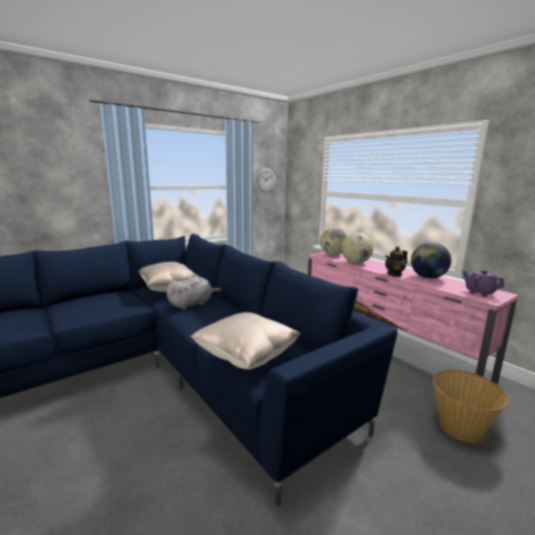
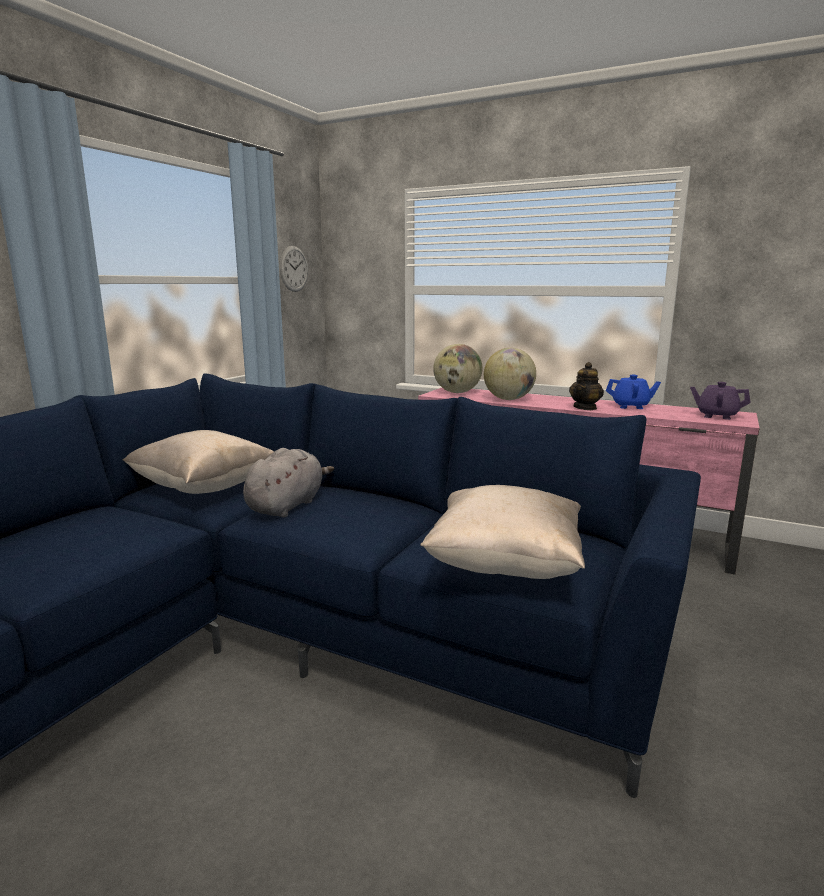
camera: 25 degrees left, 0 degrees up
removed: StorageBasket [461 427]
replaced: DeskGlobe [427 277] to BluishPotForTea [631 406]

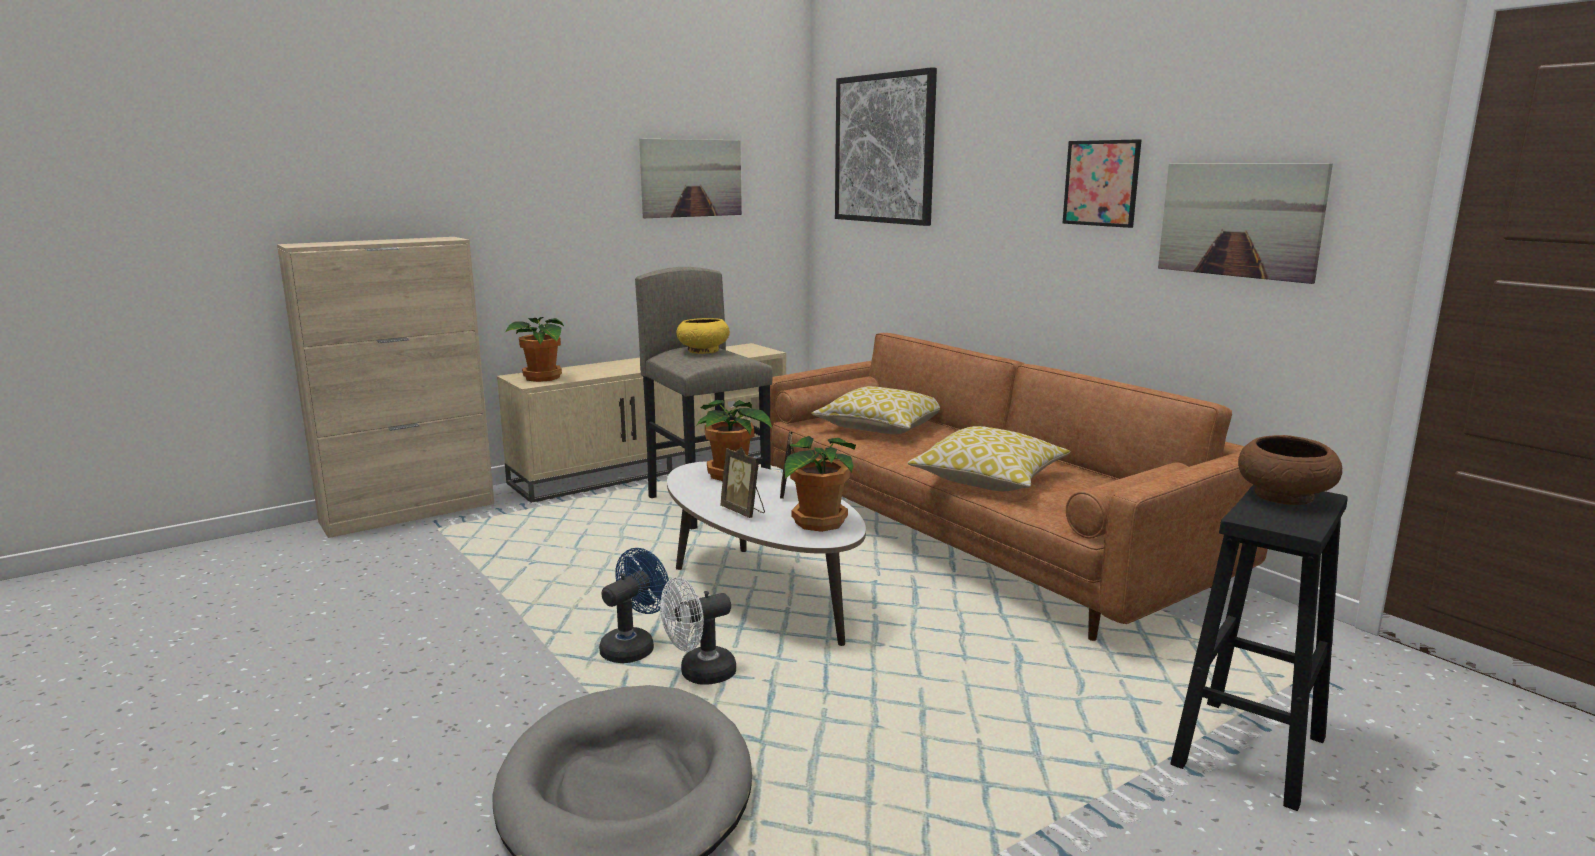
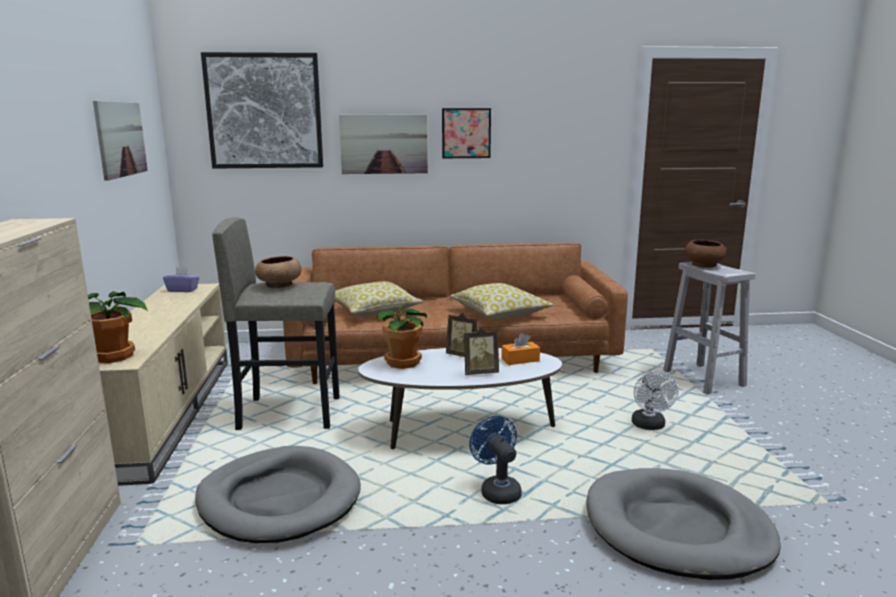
camera: 60 degrees left, 0 degrees up
added: PurpleColouredTissueBox [183 290]; GreyishDogCushion [279 499]
moved: WhiteColouredFan [699 674] to [649 426]; WallPicture [1239 220] to [384 144]
replaced: PlantInAPot [817 522] to OrangeTissueBox [520 360]
recoloured: YellowColouredDeepDish [703 351] to BrownDeepDish [279 285]; BlackSittingStool [1249 753] to WhiteColouredSittingStool [704 379]

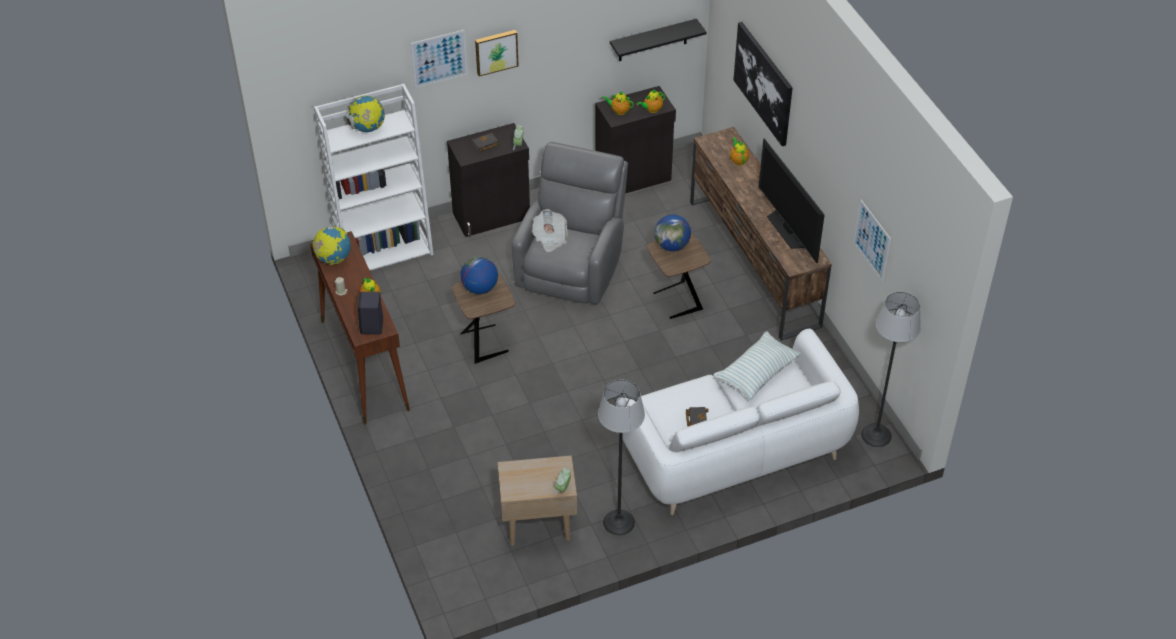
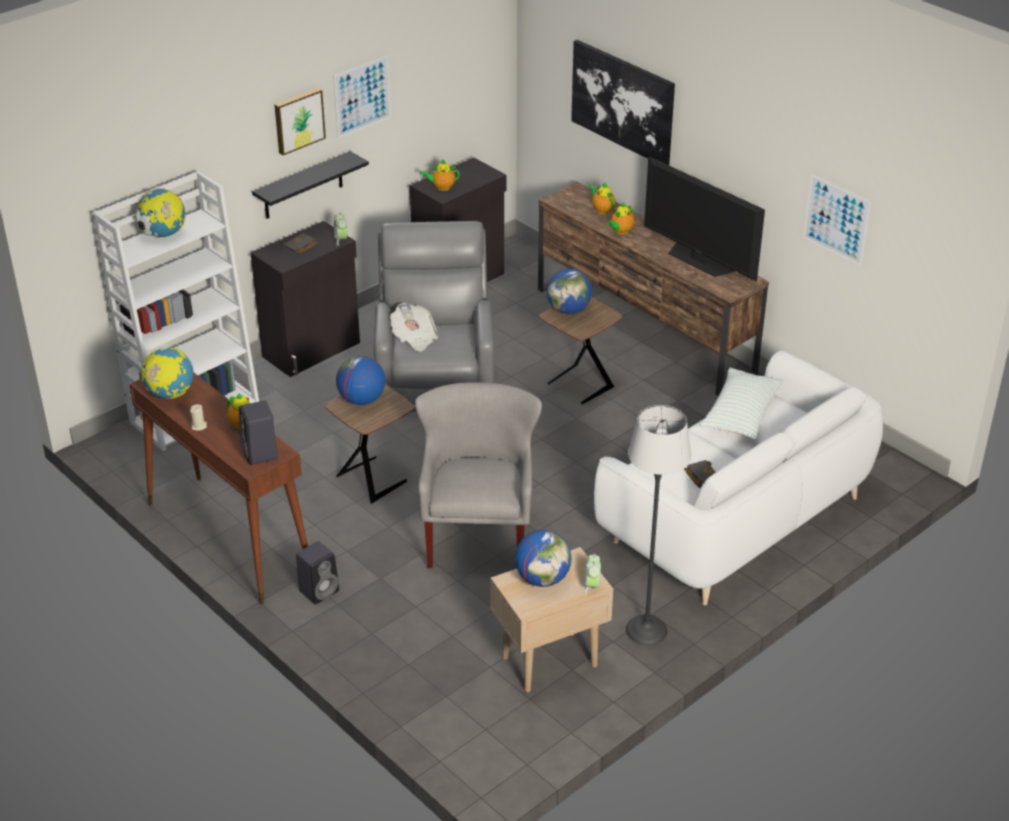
camera: 20 degrees left, 10 degrees down
removed: StandingLamp [876 435]
added: BlackSpeaker [319 590]; GreyishEasyChair [478 538]; DeskGlobe [543 578]
moved: WallPicture [439 58] to [362 96]; BlackBracketShelf [653 40] to [303 186]; PotForTea [652 109] to [620 231]

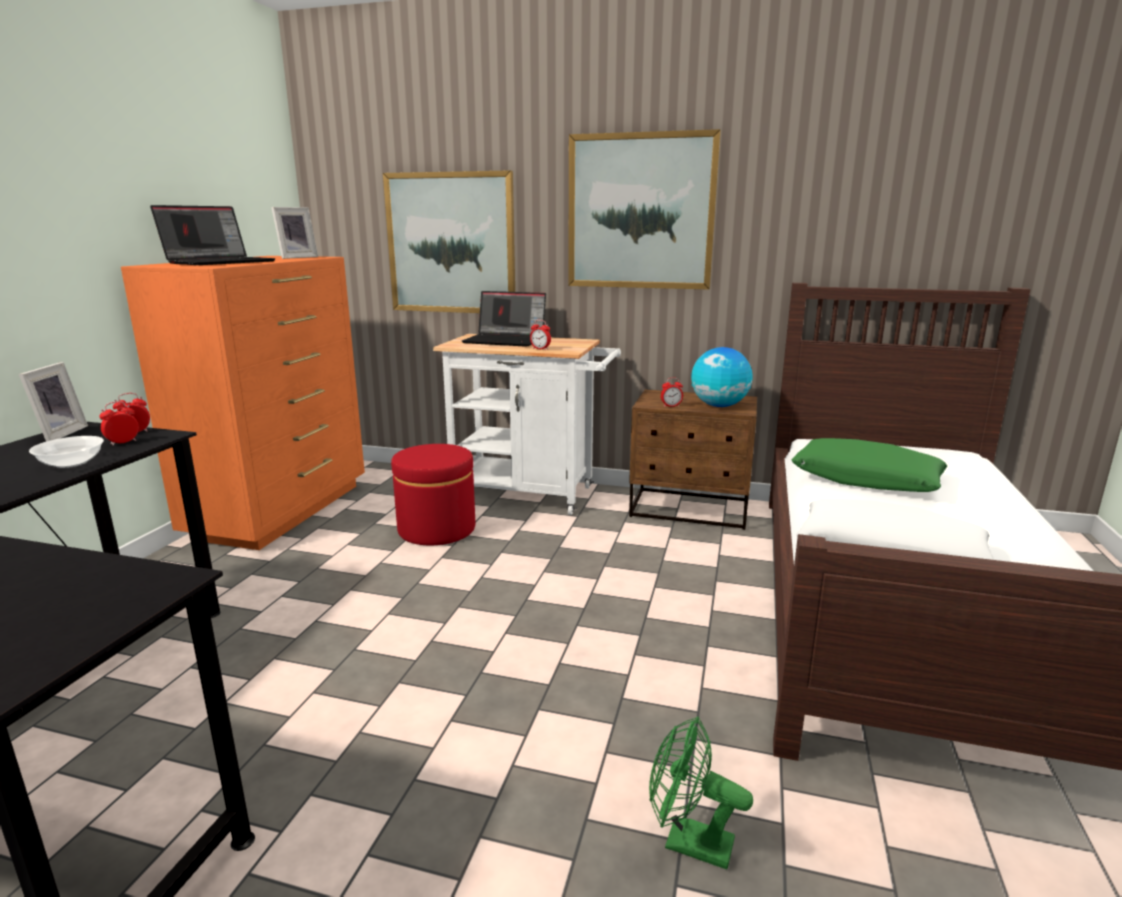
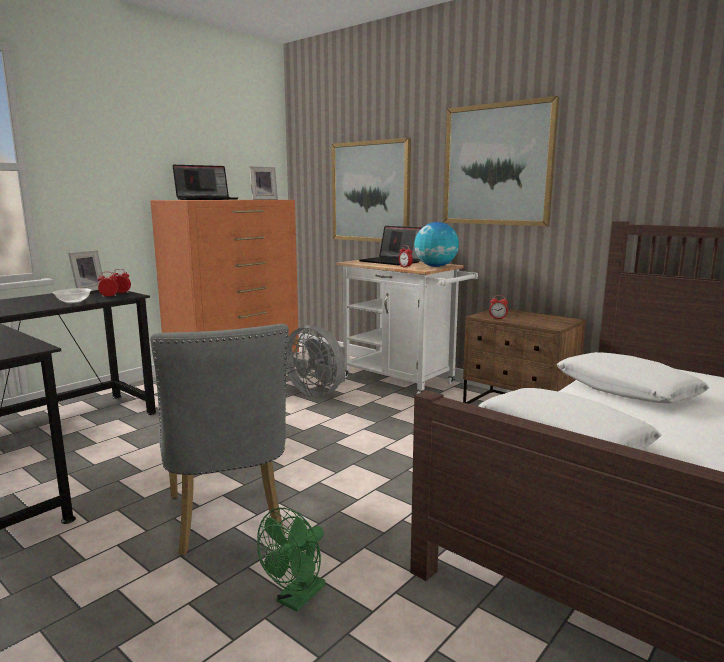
camera: 25 degrees right, 5 degrees down
added: GreyishUprightChair [227 521]
moved: DeskGlobe [719 406] to [435 266]
replaced: ReddishPouffe [436 529] to GreyishFan [318 392]
recoloured: GreenColouredThrowPillow [866 479] to WhiteColouredThrowPillow [626 390]
turned: GreenColouredFan [688 842] = [296 599] 105 degrees counterclockwise

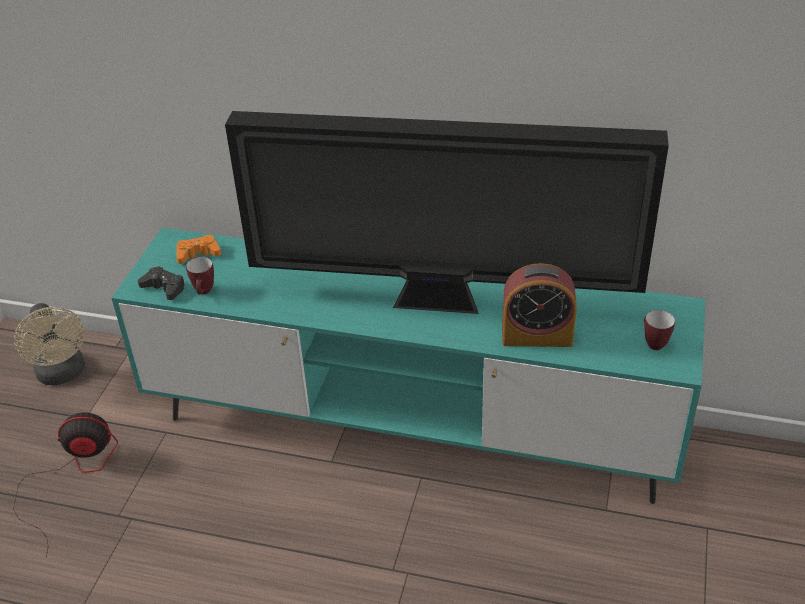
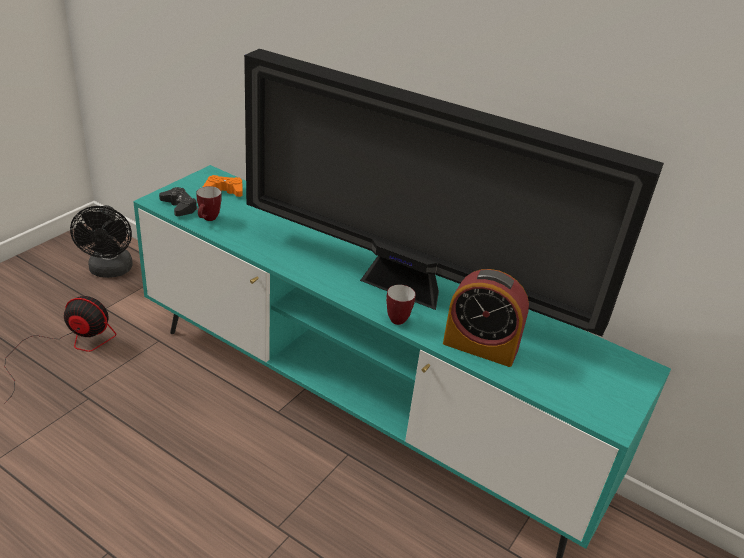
camera: 15 degrees right, 5 degrees down
moved: TeaMug [652 343] to [396 317]
recoloured: SandColouredFan [63 374] to BlackFan [110 271]

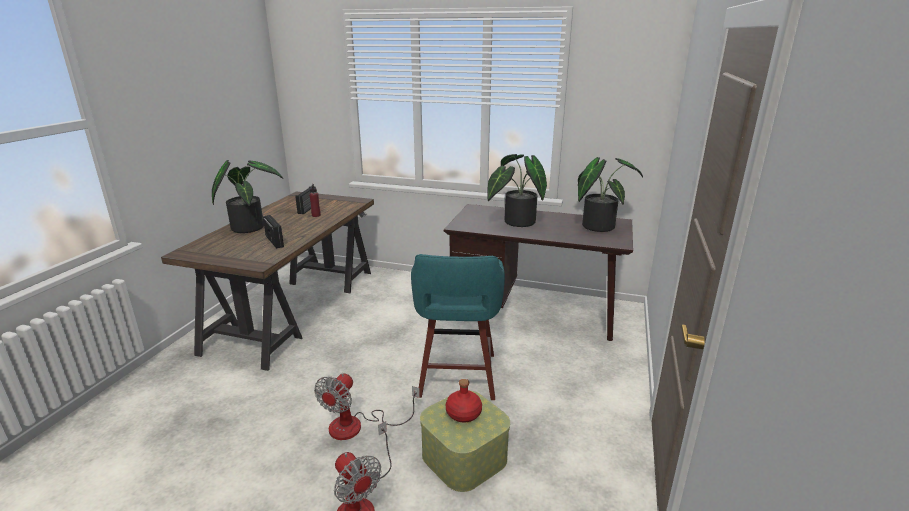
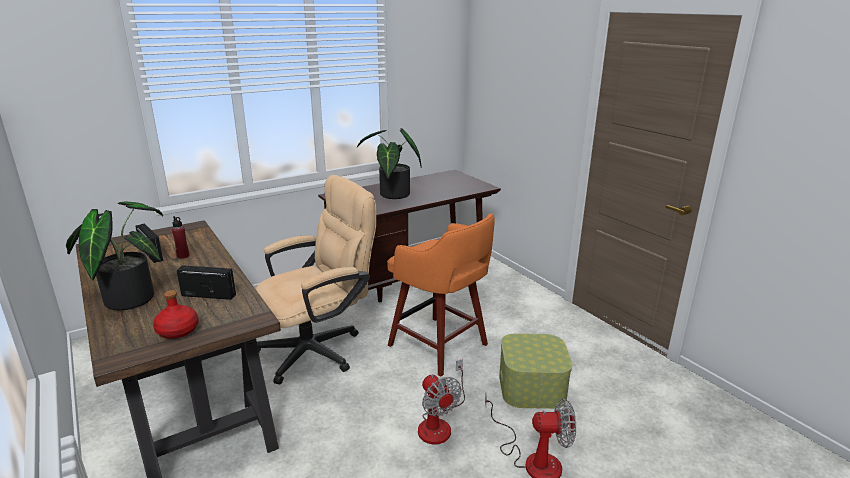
camera: 50 degrees left, 0 degrees up
removed: PlantInAPot [598 225]
added: SandColouredComputerChair [319 348]
moved: ReddishDrinkBottle [464 413] to [178 330]
recoloured: TurquoiseSittingStool [457 377] to OrangeSittingStool [440 346]

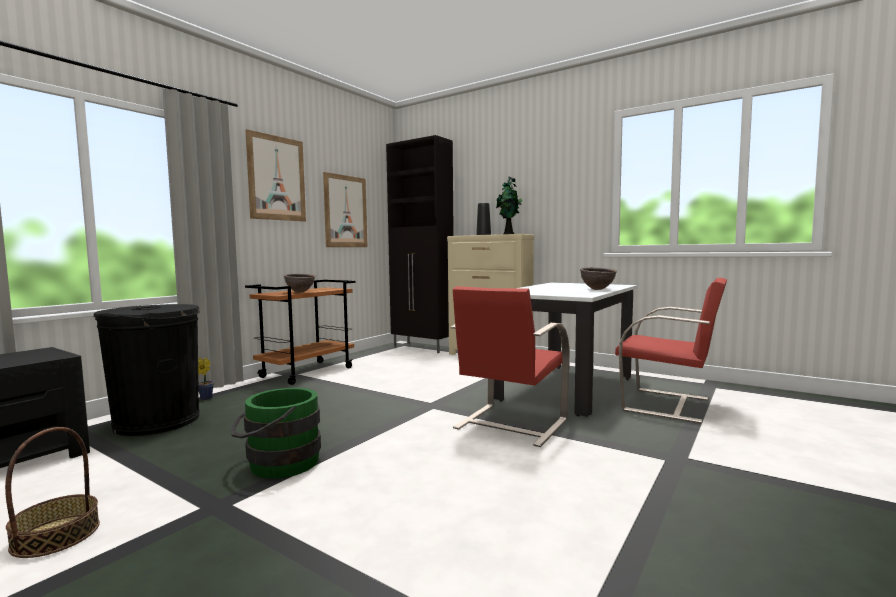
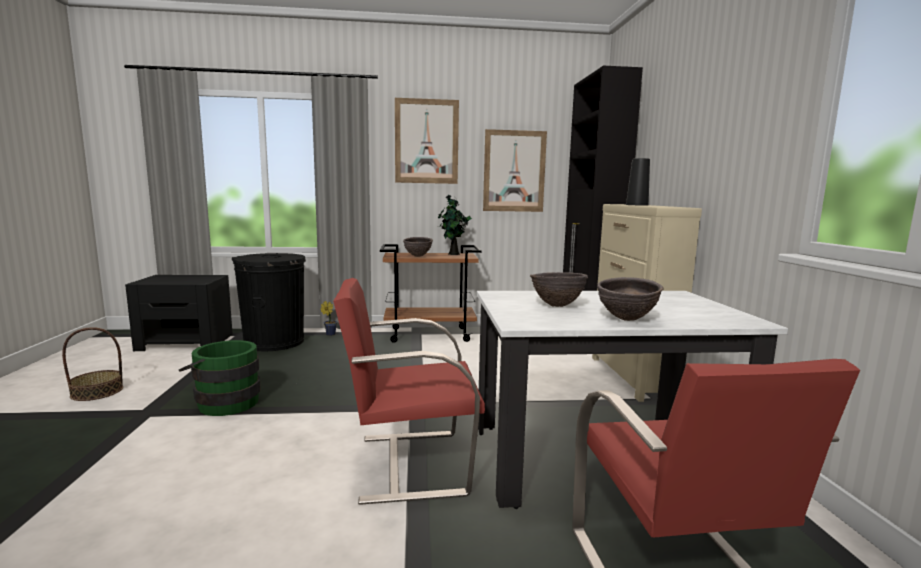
camera: 50 degrees right, 5 degrees up
added: BrownDeepDish [557 306]
moved: PlantInAPot [509 234] to [453 254]

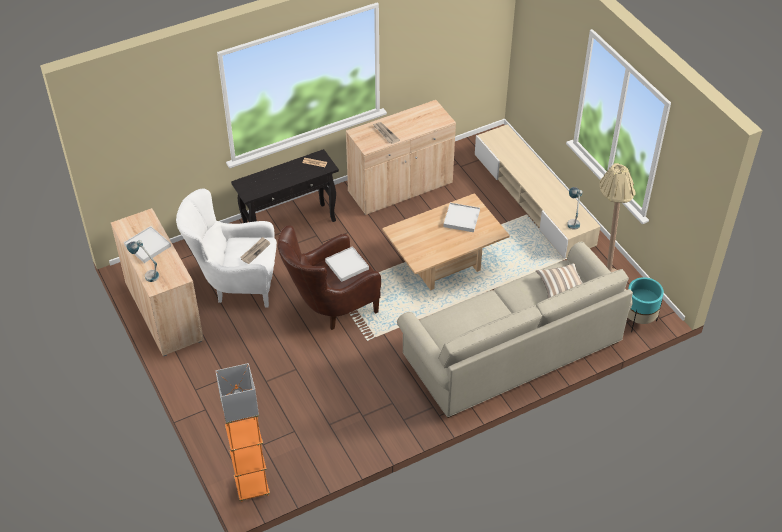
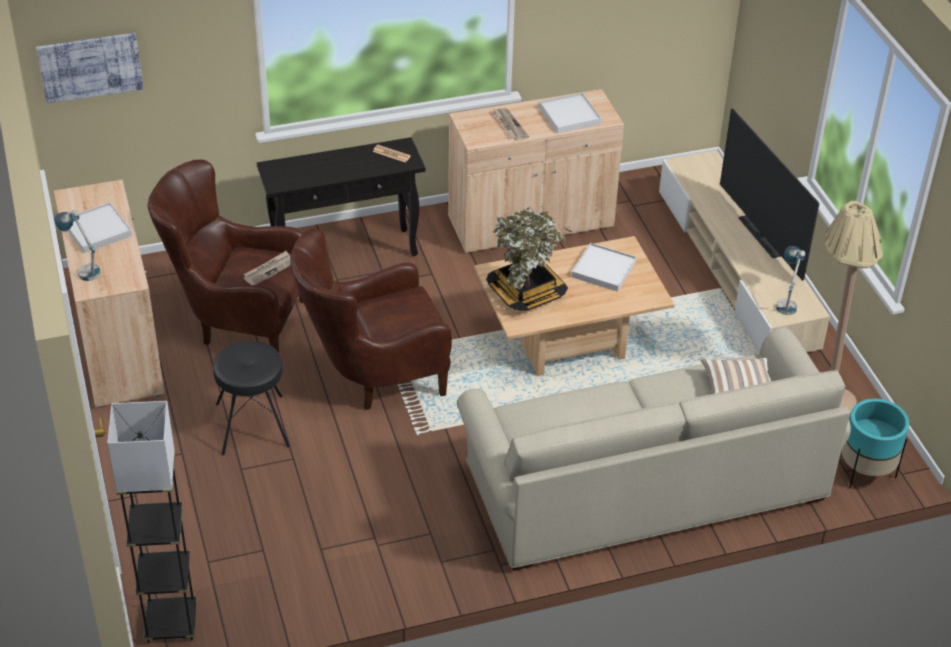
camera: 10 degrees right, 5 degrees down
added: WallPicture [90 66]; BlackSittingStool [253 424]; PlantInAPot [526 292]; Tv [761 236]
moved: WhiteColouredCarryingTray [347 265] to [569 115]
recoloured: WhiteColouredEasyChair [235 284] to BrownEasyChair [237 321]; OrangeStandingLamp [252 487] to GreyishStandingLamp [171 623]

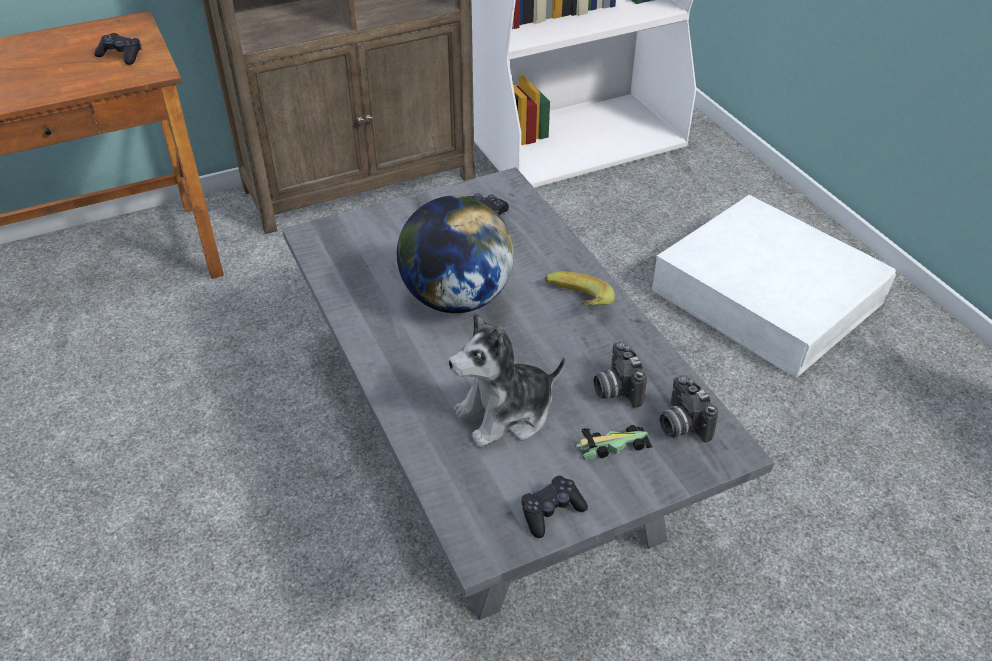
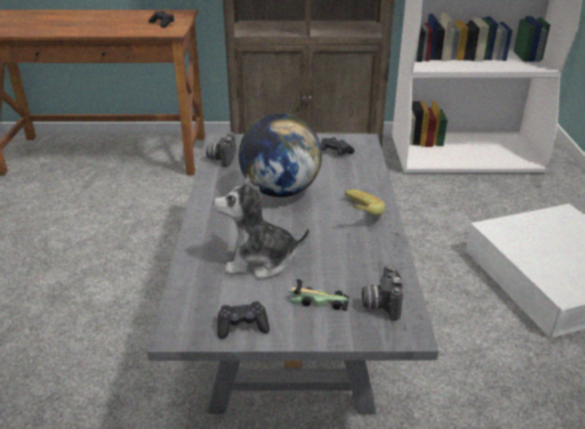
camera: 25 degrees right, 10 degrees down
moved: PhotoCamera [615 389] to [221 158]

